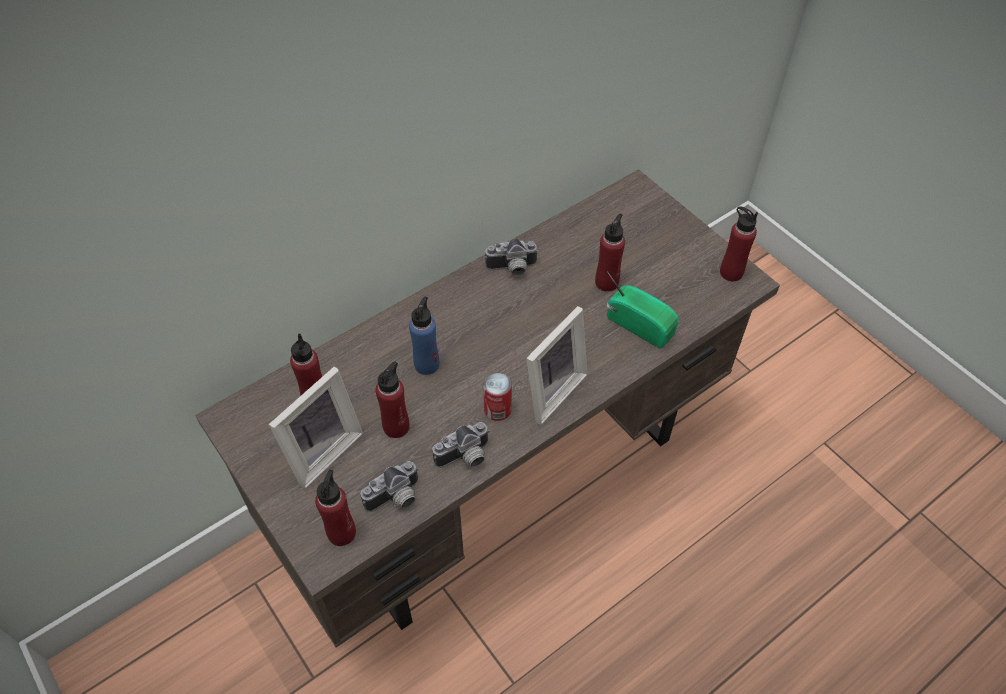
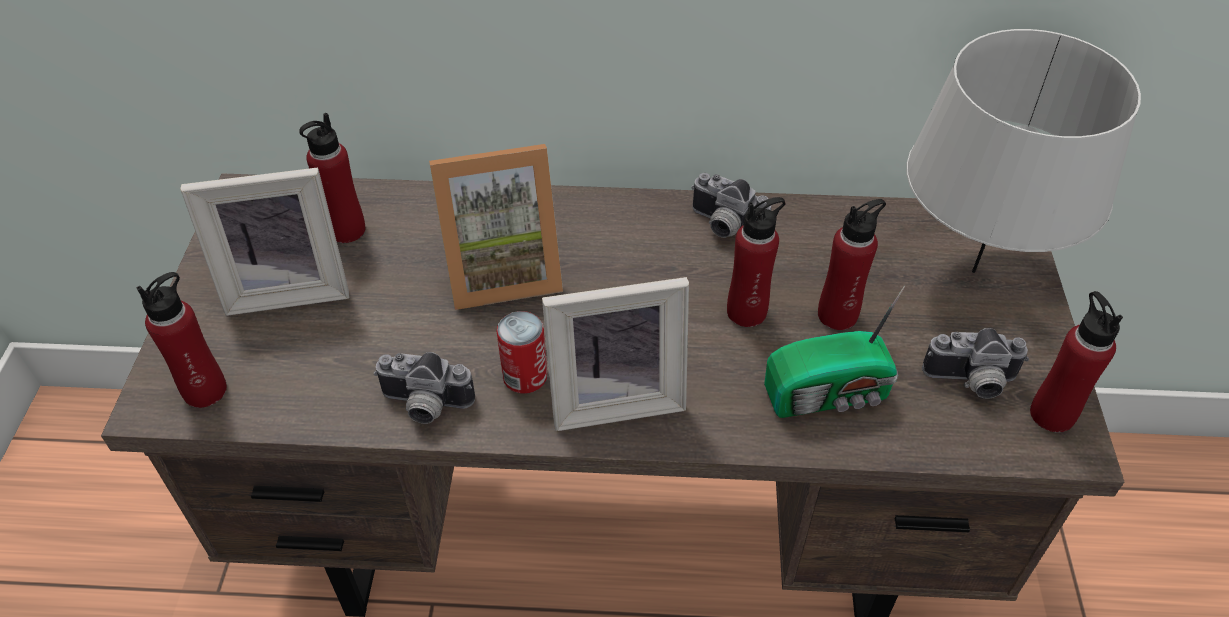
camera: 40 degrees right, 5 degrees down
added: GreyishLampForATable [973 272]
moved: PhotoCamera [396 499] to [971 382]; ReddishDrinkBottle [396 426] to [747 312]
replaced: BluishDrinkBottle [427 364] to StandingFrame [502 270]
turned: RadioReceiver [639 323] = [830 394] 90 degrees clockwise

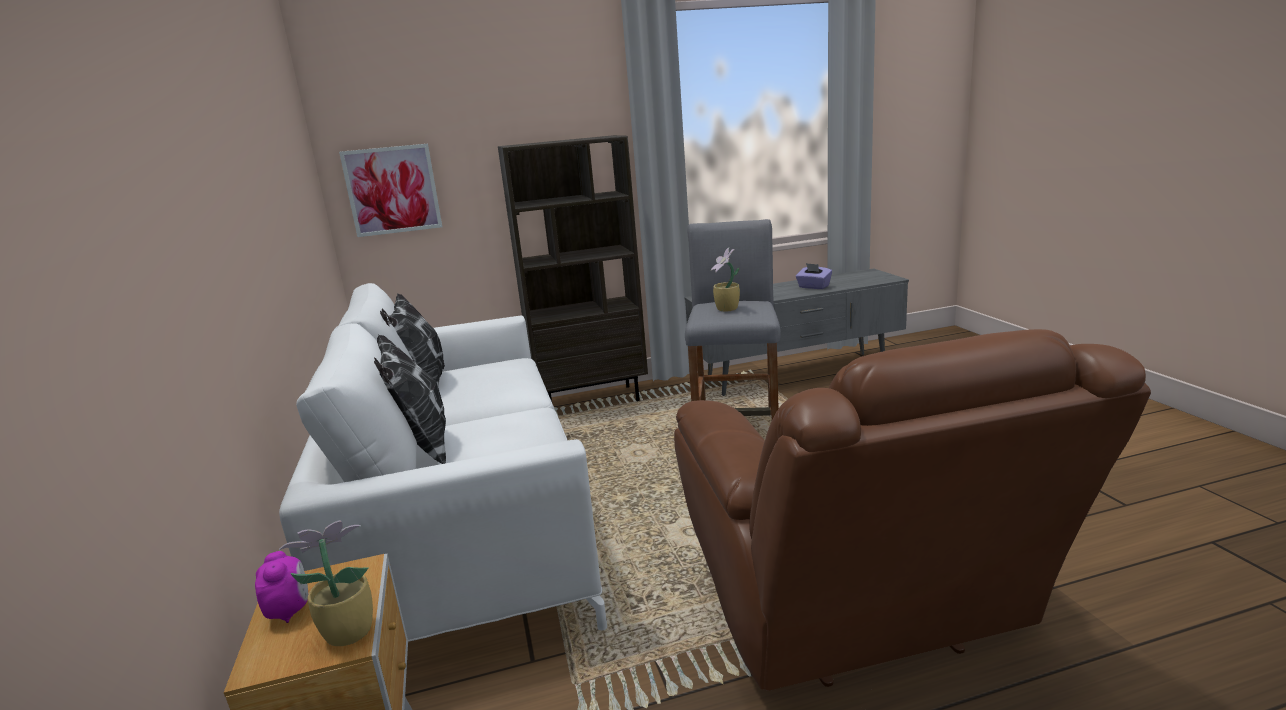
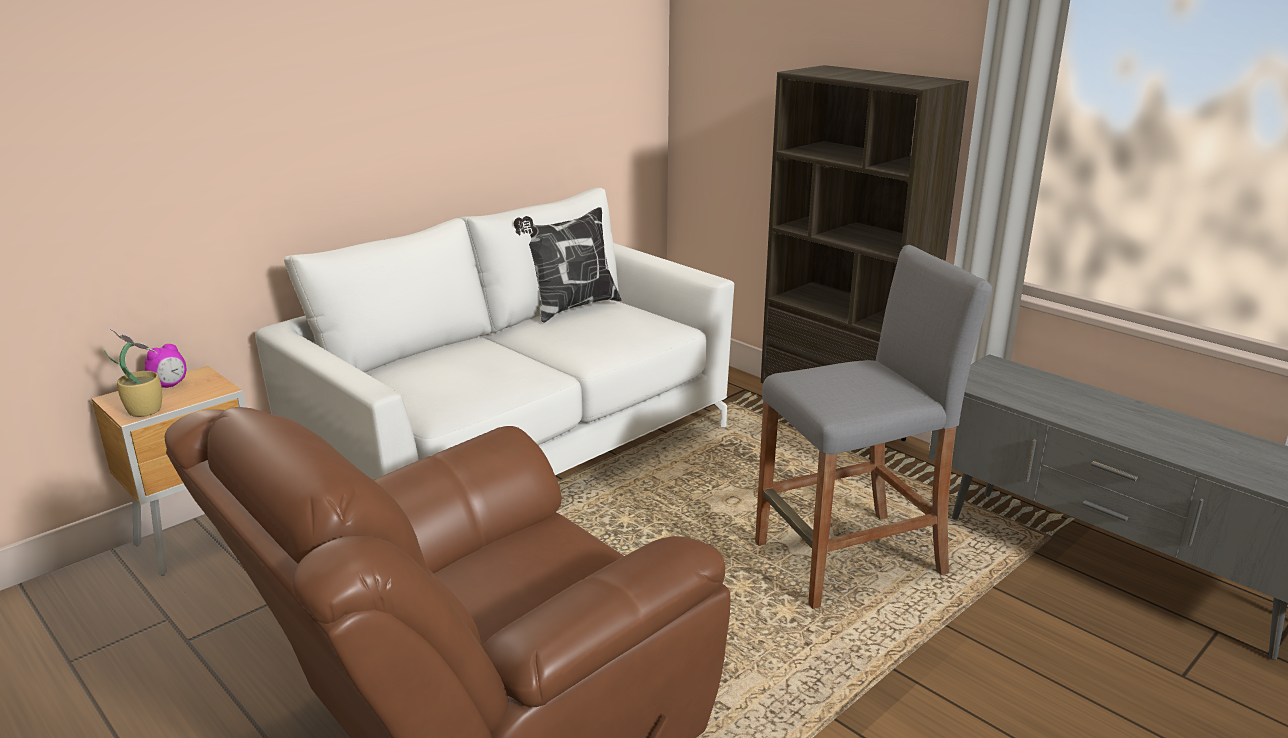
camera: 60 degrees right, 5 degrees up
removed: WallPicture [392 190]; ThrowPillow [420 448]; PlantInAPot [727 309]; PurpleColouredTissueBox [813 287]

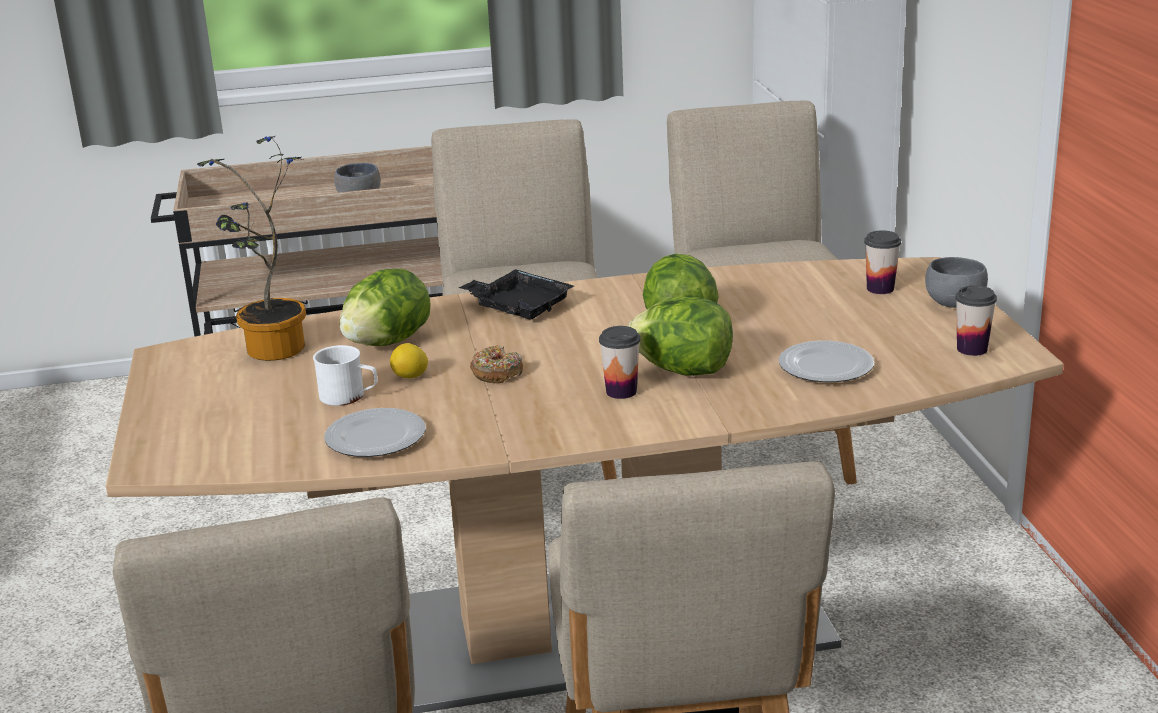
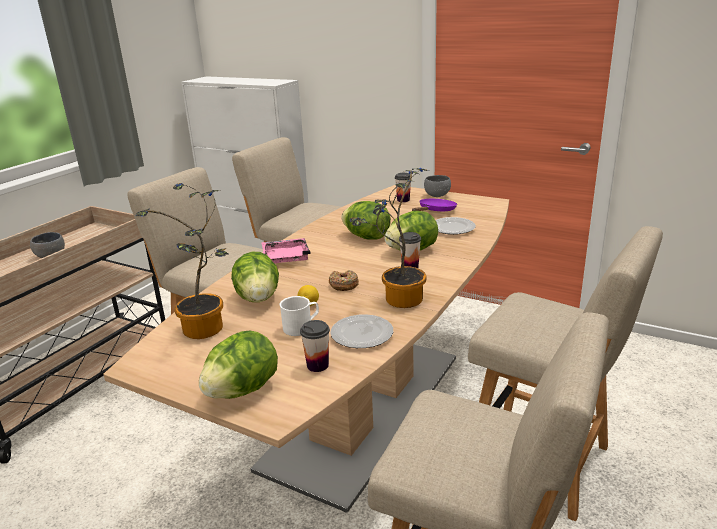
camera: 50 degrees left, 0 degrees up
added: Lettuce [242 390]; PlantInAPot [398 299]; PurpleColouredPan [435 211]
moved: SmallCup [972 349] to [317 365]
recoloured: BlackCarryingTray [519 306] to PinkishCarryingTray [283 259]

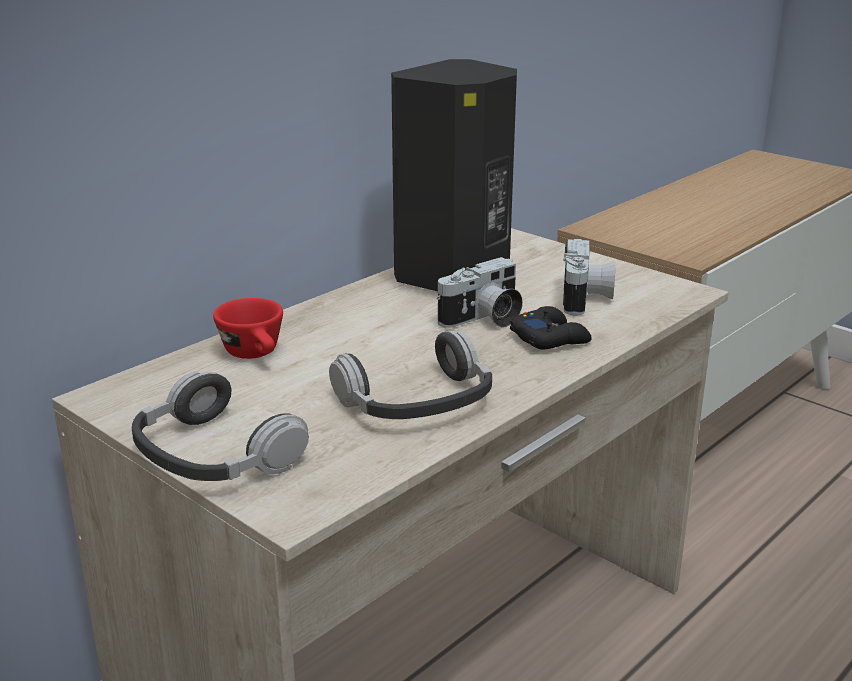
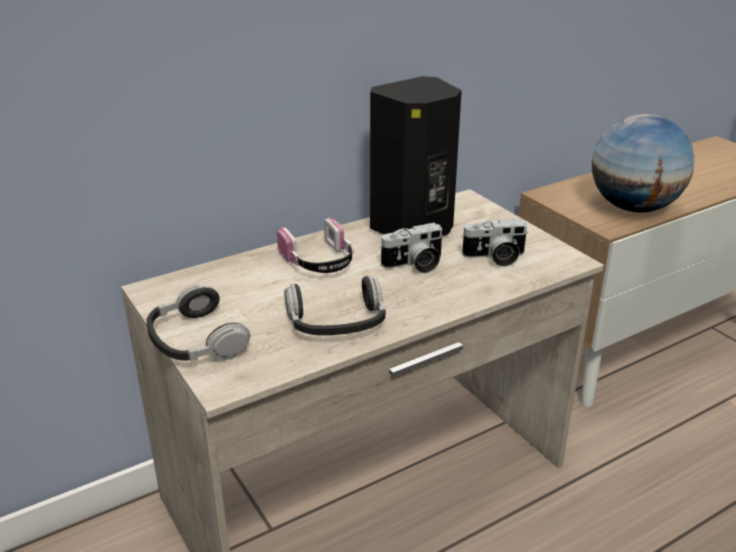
camera: 15 degrees right, 5 degrees up
removed: ReddishSmallCup [256 354]; BlackGamepad [550 338]
added: Headset [319 262]; DeskGlobe [633 208]
turned: PhotoCamera [586 299] = [495 257] 60 degrees clockwise

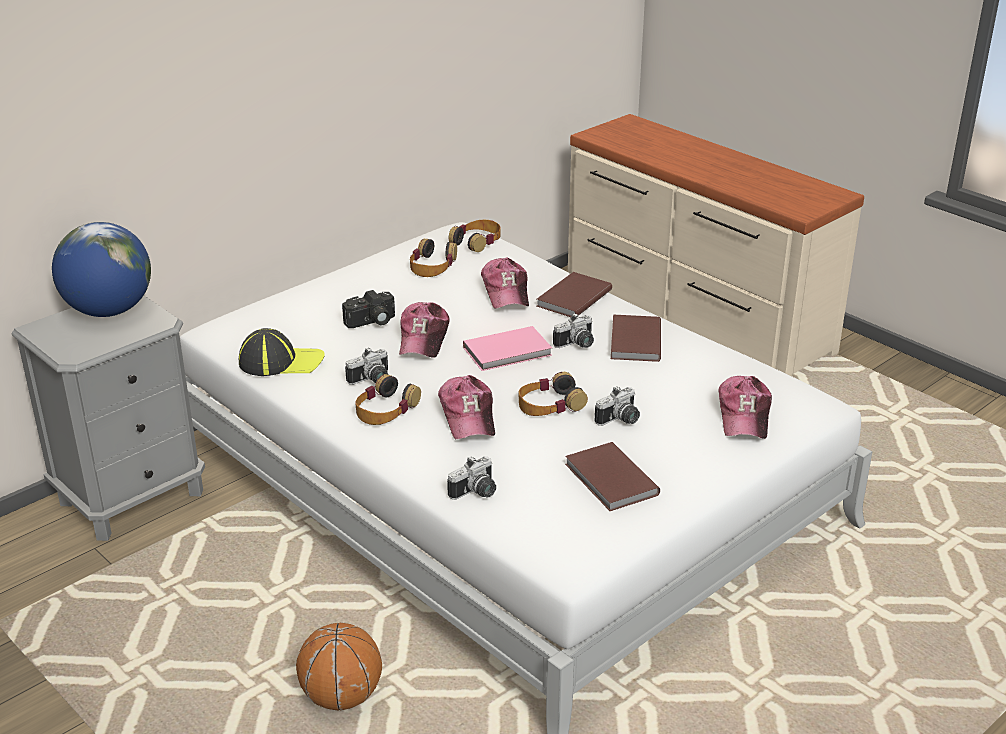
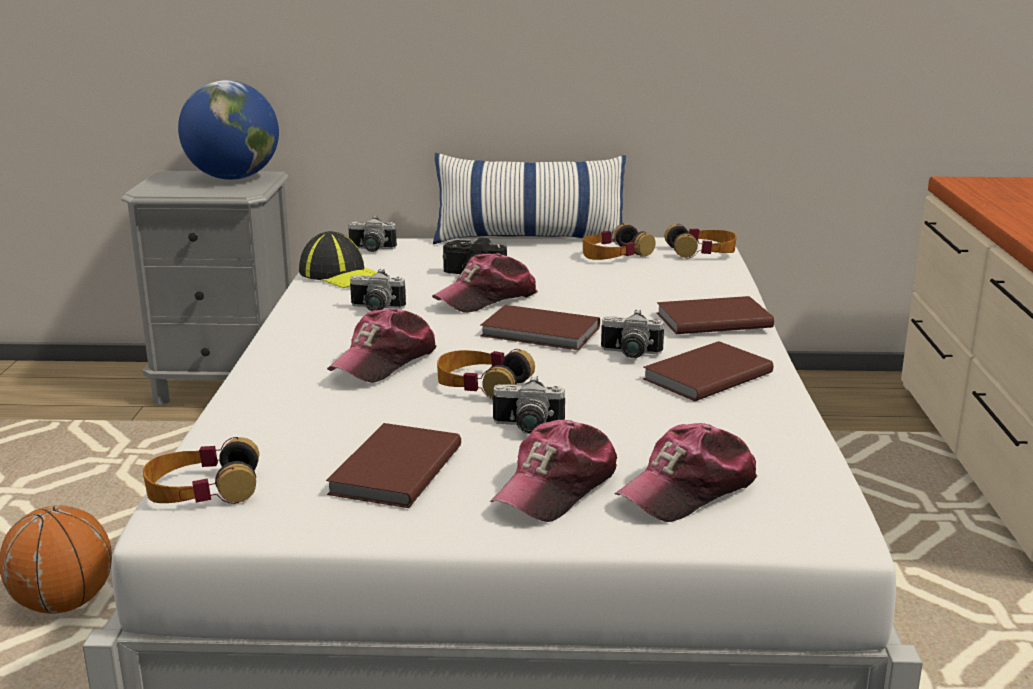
camera: 45 degrees right, 10 degrees down
added: ThrowPillow [529 239]
moved: Headset [385 409] to [203 489]; PhotoCamera [476 493] to [371 249]; Cap [506 292] to [557 487]
recoloured: PinkishBoundBook [509 352] to BrownBoundBook [541 333]

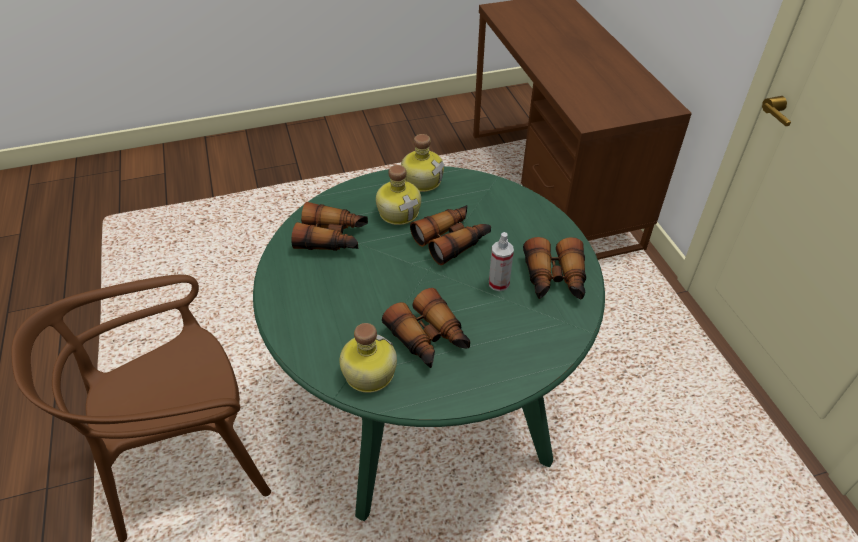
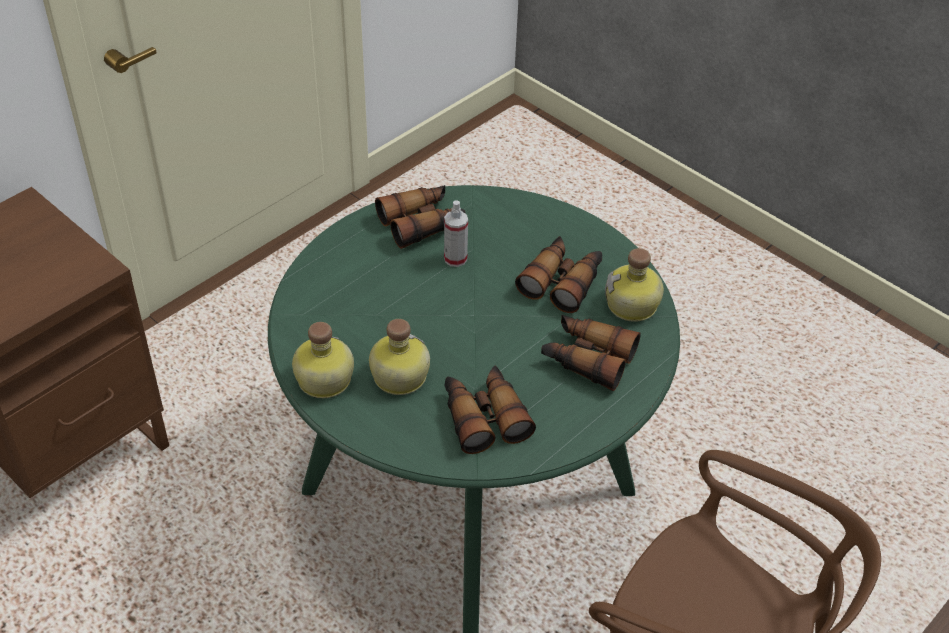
camera: 120 degrees left, 0 degrees up
moved: PairOfBinoculars [452 240] to [587 358]

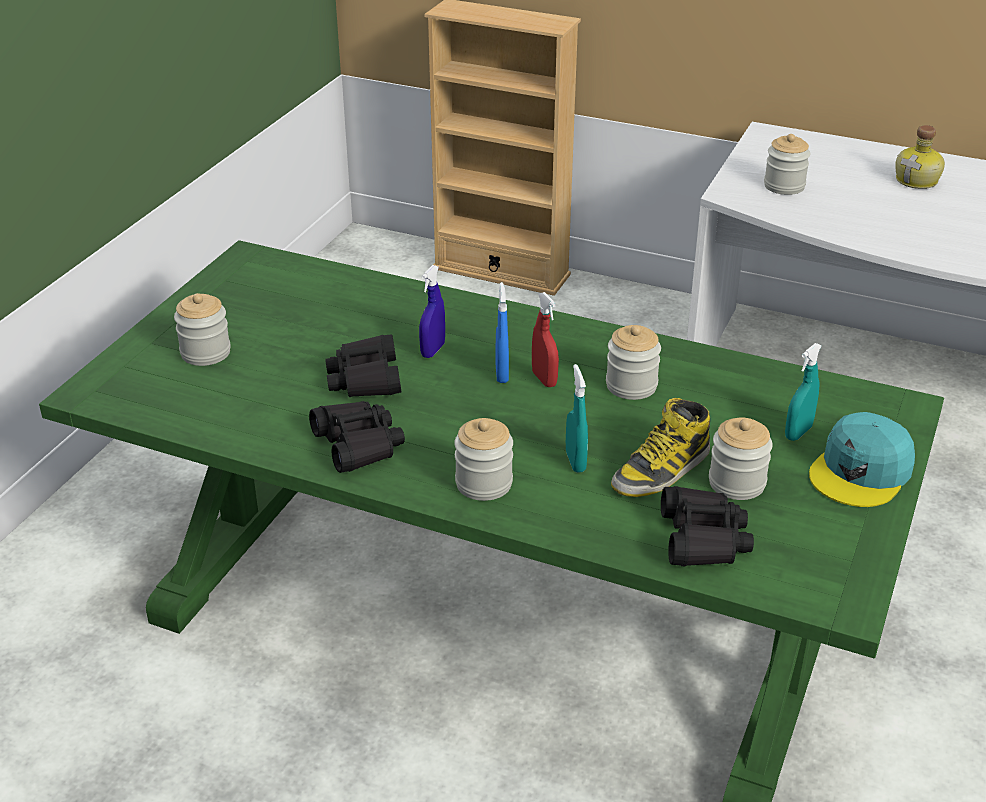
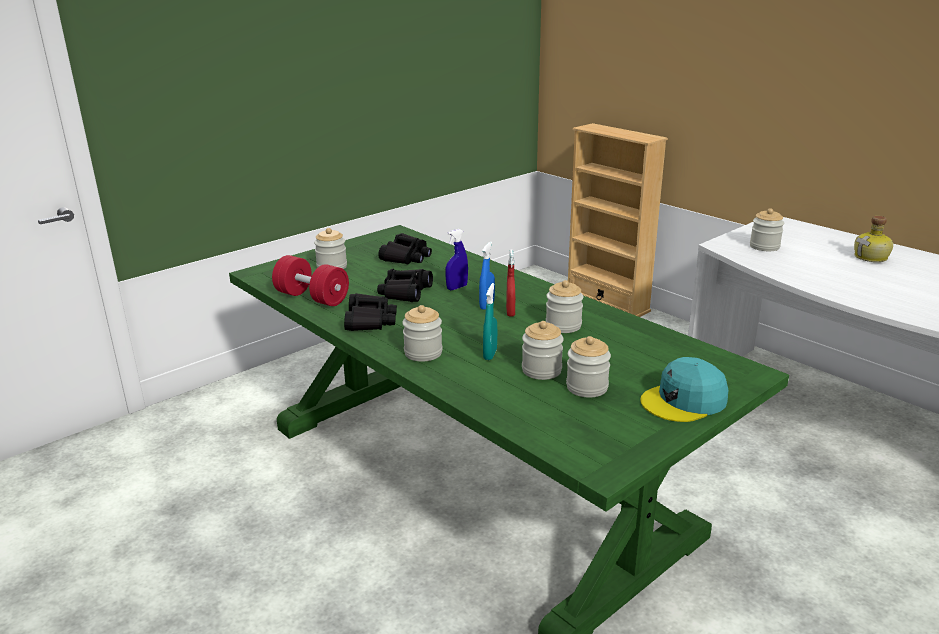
camera: 25 degrees right, 10 degrees down
removed: TurquoiseHandSprayer [798 433]
added: ReddishDumbbell [312 298]
moved: BlackPairOfBinoculars [703 539] to [406 257]
replaced: TallBoot [661 470] to Jar [541 370]

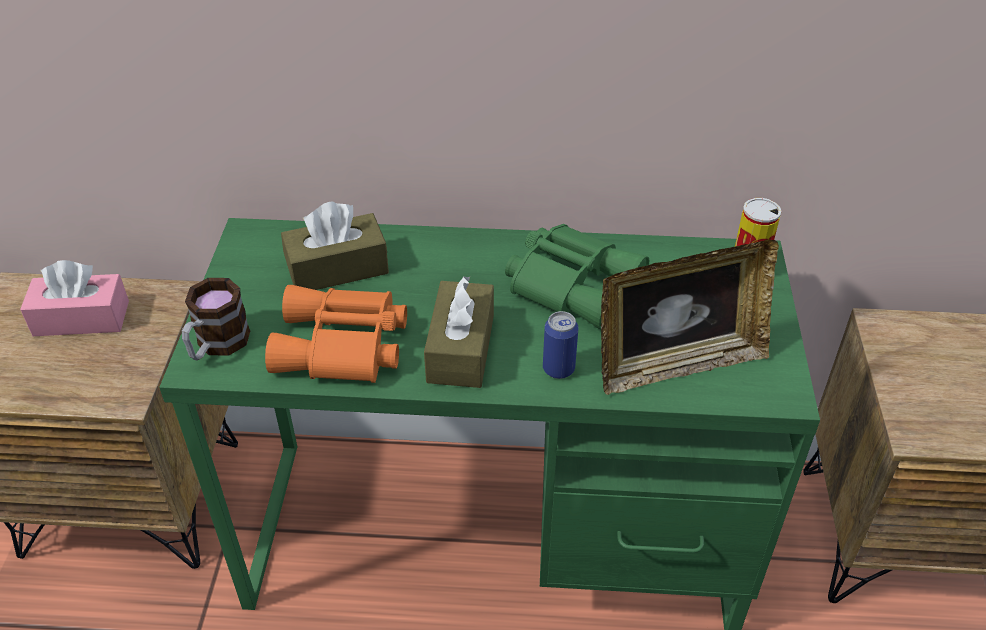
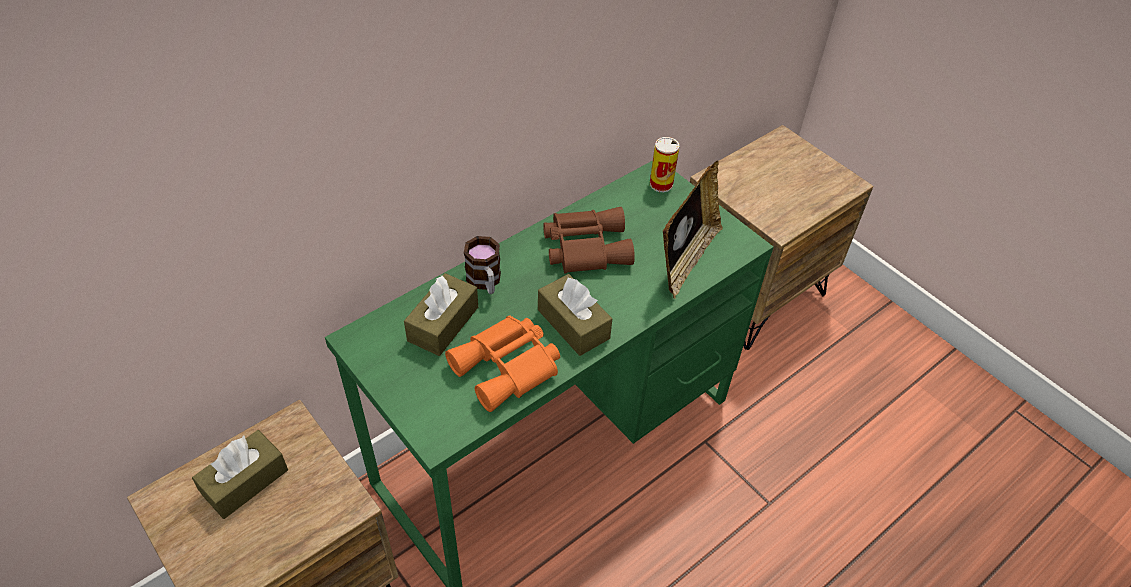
camera: 45 degrees left, 5 degrees up
removed: MetalCan [558 369]
moved: TeaMug [217 345] to [485 282]
recoloured: PinkishTissueBox [81 318] to BrownTissueBox [245 482]; GreenColouredPairOfBinoculars [572 282] to BrownPairOfBinoculars [585 246]

